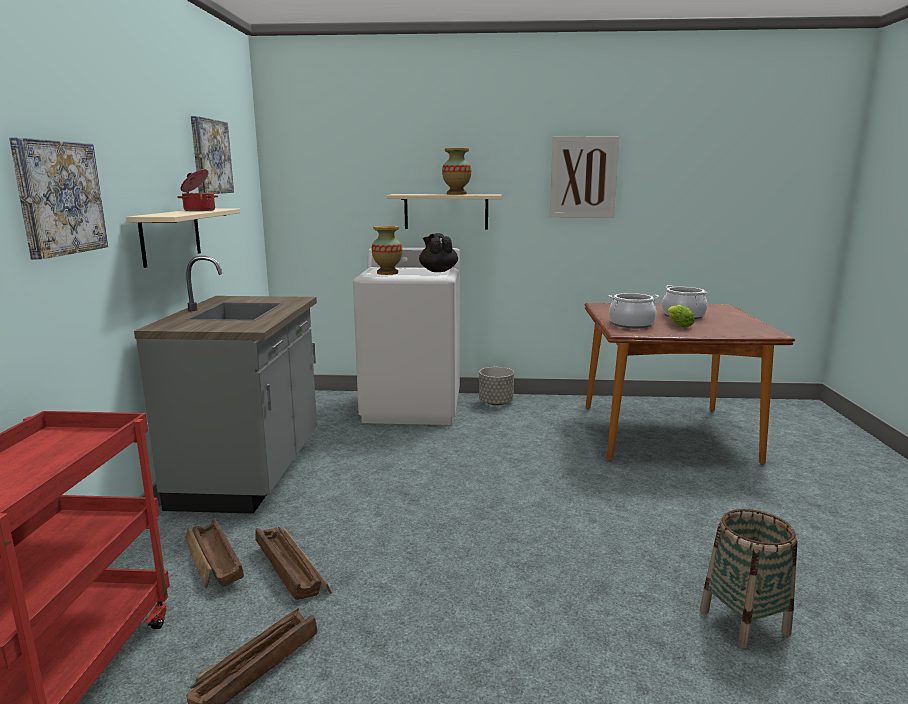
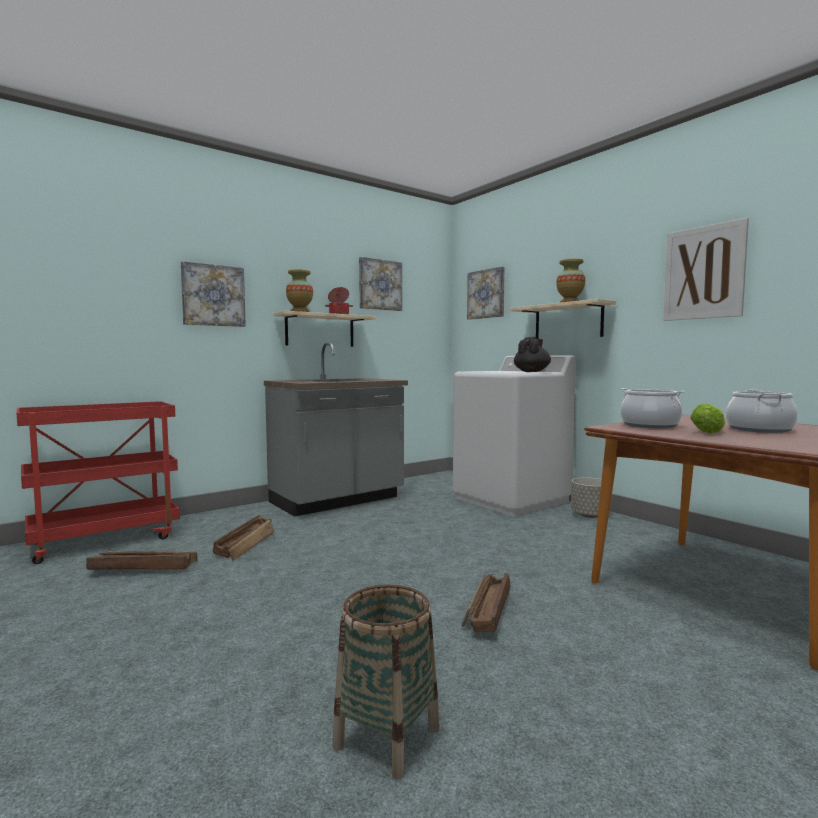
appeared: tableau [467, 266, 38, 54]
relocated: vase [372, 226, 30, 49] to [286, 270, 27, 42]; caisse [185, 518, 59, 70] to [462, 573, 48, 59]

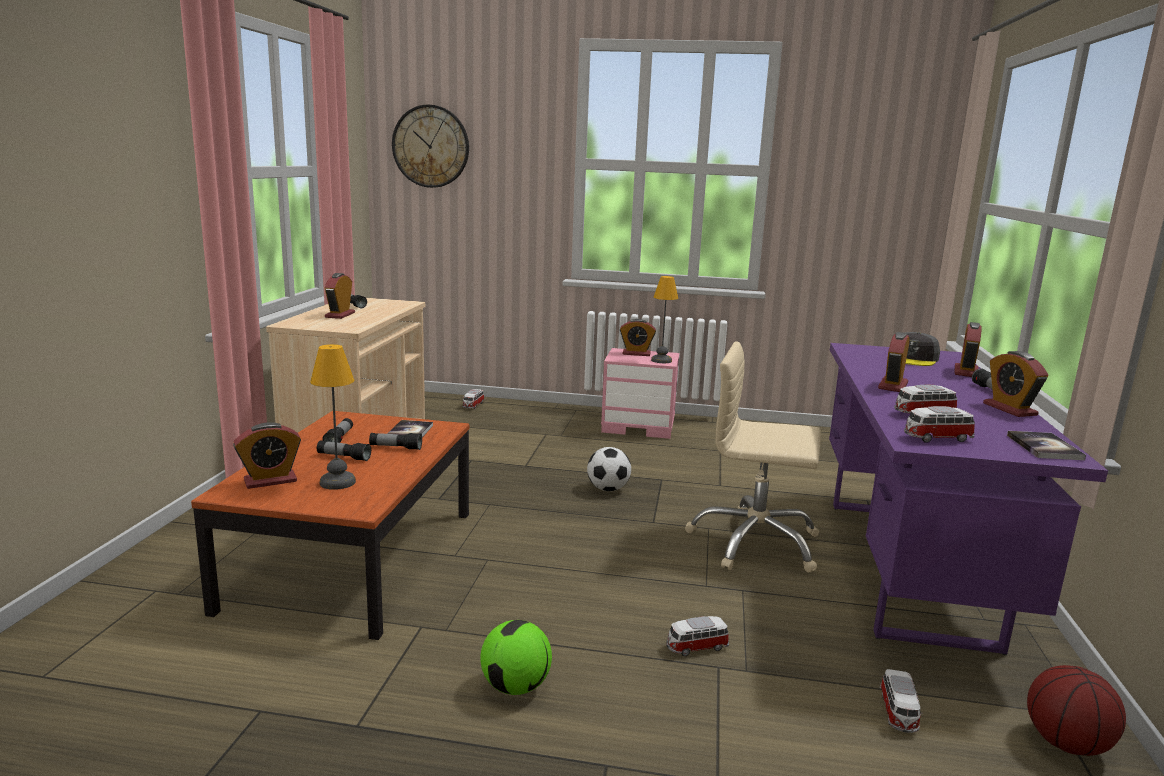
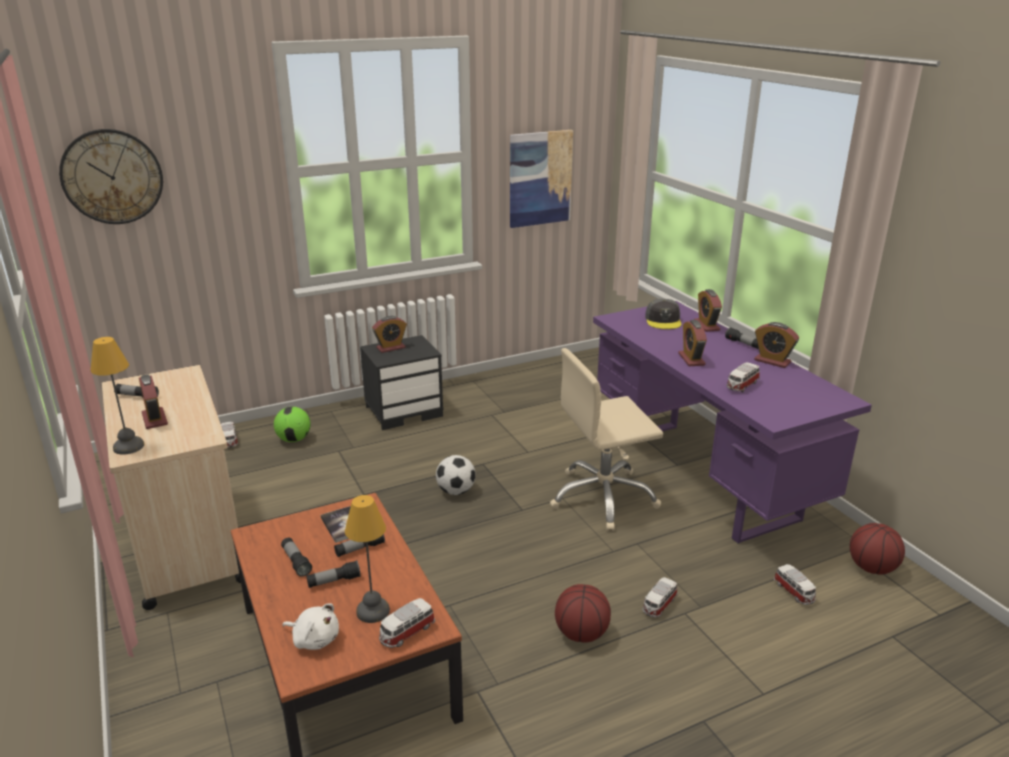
missing: livre [1007, 431, 79, 29]
appeared: tableau [510, 130, 63, 98]; ballon de basket [555, 584, 56, 59]
relocated: lampe de table [651, 276, 27, 87] to [91, 337, 53, 118]; ballon de foot [480, 620, 72, 75] to [274, 407, 37, 35]; petite voiture [904, 406, 71, 37] to [379, 598, 56, 50]
exchanged: réveil [233, 422, 68, 67] to peluche/blanc [283, 603, 56, 47]
colour: table de chevet/rose [601, 348, 79, 91] to table de chevet/noir [360, 335, 83, 95]

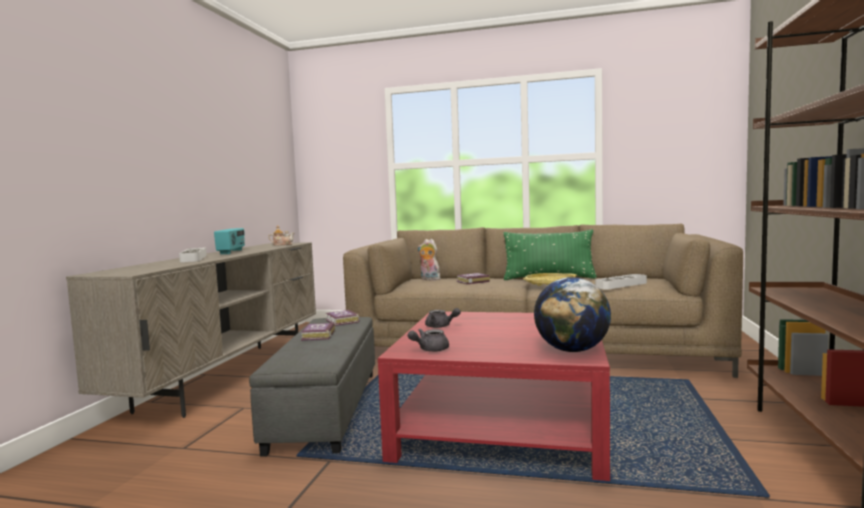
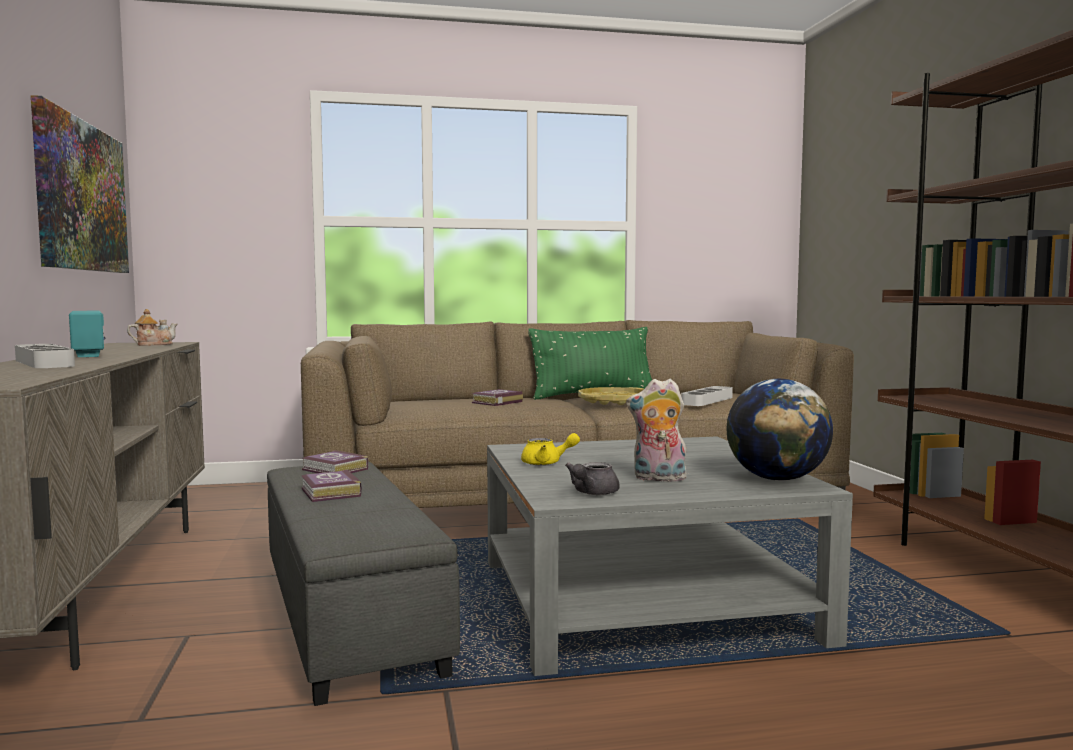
appeared: tableau [31, 95, 98, 178]
relocated: peluche [418, 239, 23, 41] to [626, 378, 61, 104]
colour: table basse/rouge [378, 312, 232, 169] to table basse/gris [487, 436, 366, 240]; théière/gris [425, 308, 36, 20] to théière/jaune [521, 433, 59, 32]

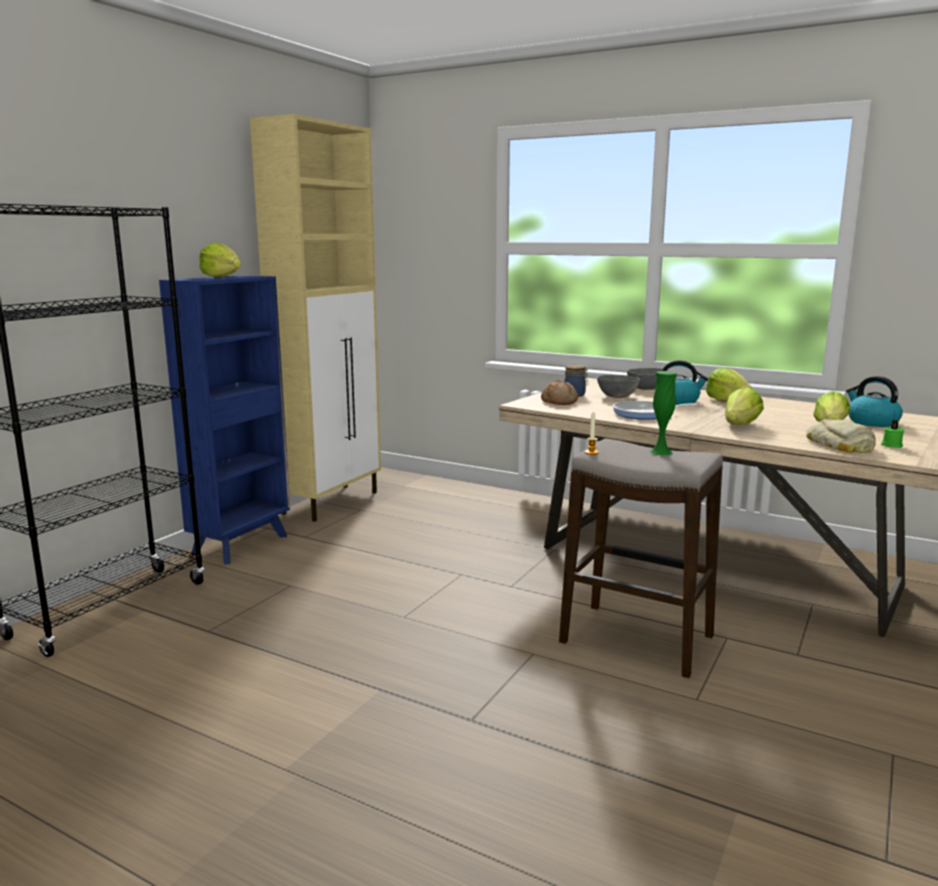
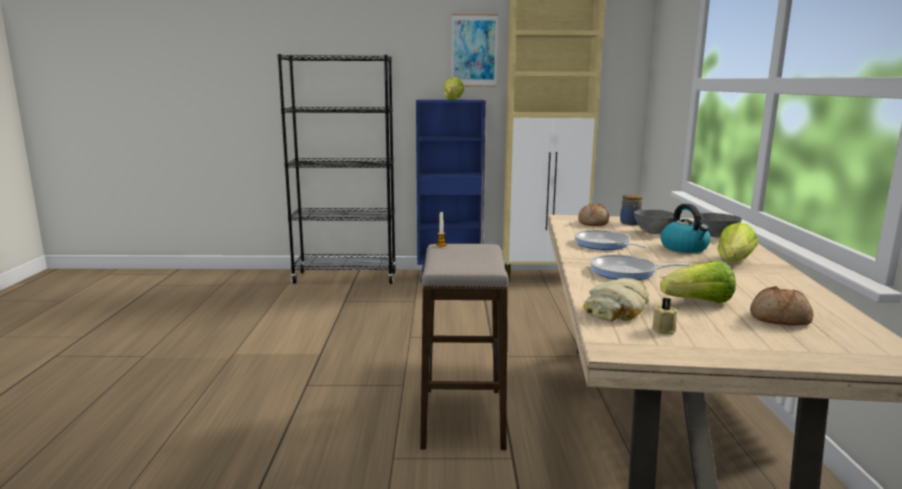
missing: vase/vert [649, 371, 28, 84]
appeared: tableau [451, 14, 47, 73]
exchanged: laitue [725, 387, 39, 38] to poêle [590, 255, 101, 25]; bouilloire [846, 376, 57, 51] to pain [750, 286, 64, 40]
colour: bougie/vert [881, 420, 23, 28] to bougie/beige [653, 298, 24, 37]

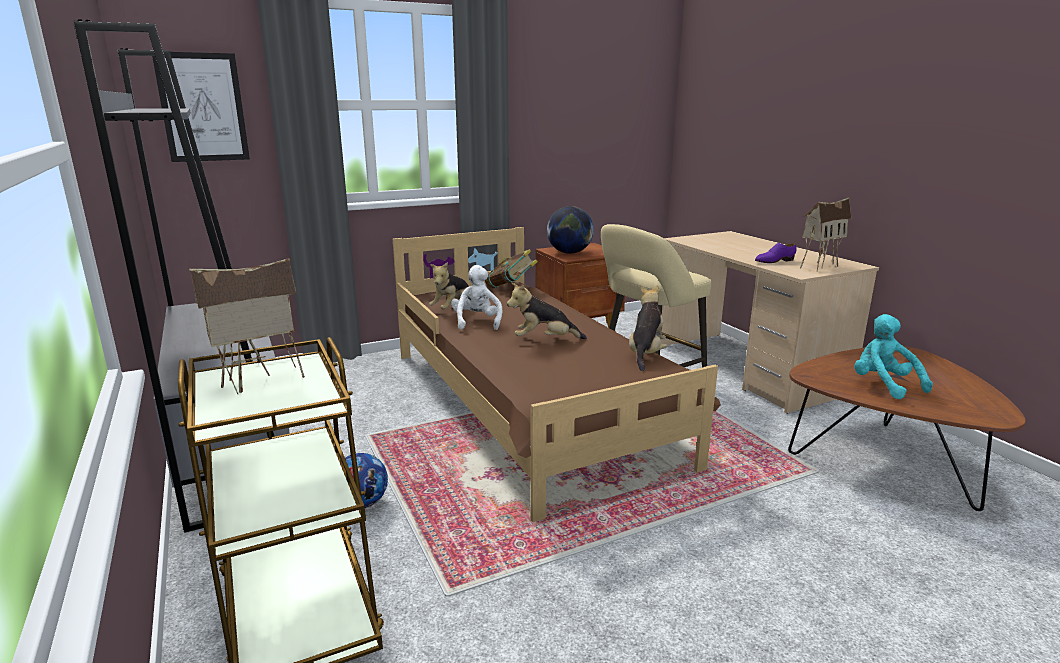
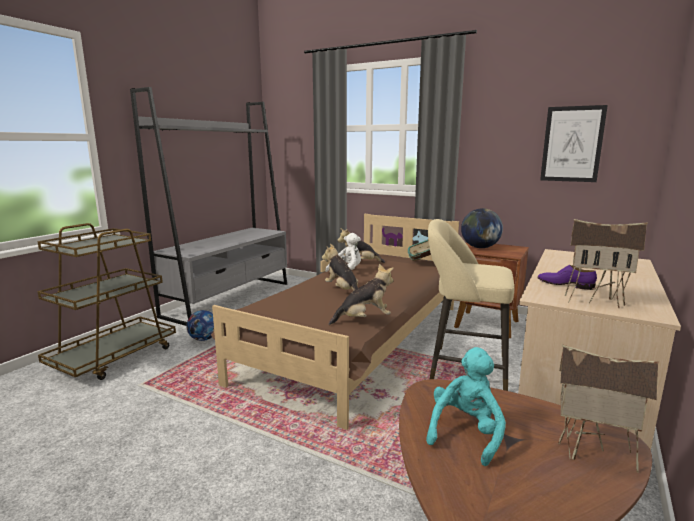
relocated: tableau [152, 52, 98, 110] to [540, 105, 68, 77]; maison miniature [189, 258, 116, 136] to [558, 345, 101, 127]

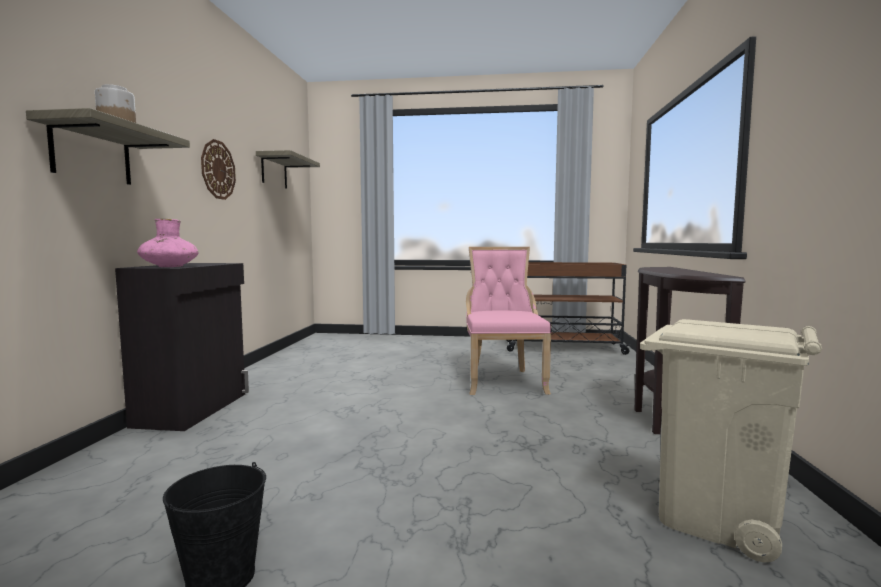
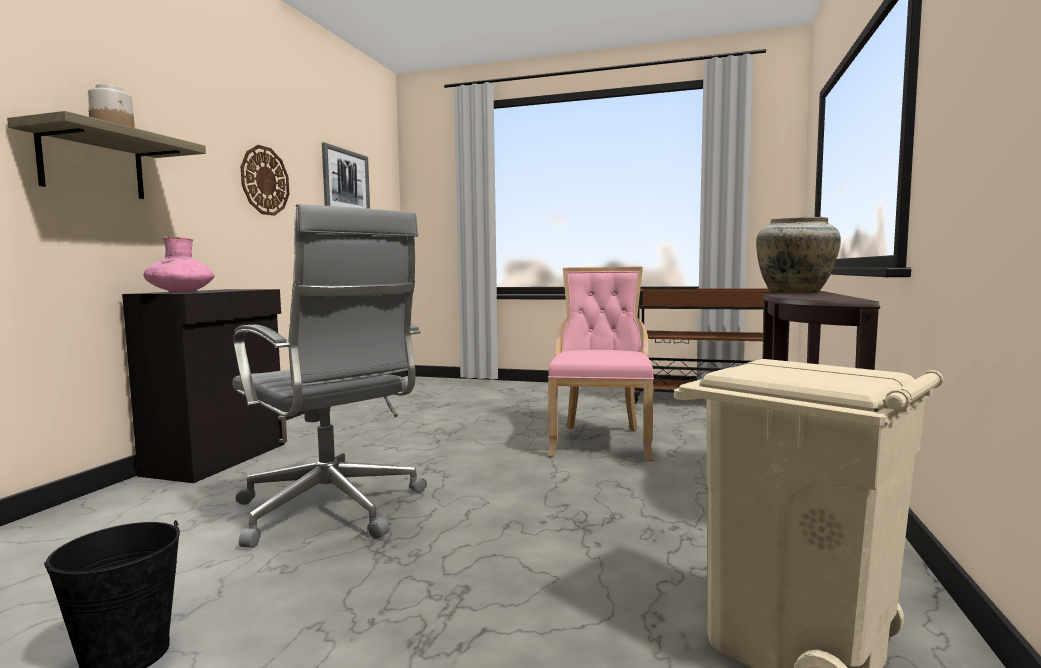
appeared: chaise de bureau/gris [232, 204, 195, 344]; vase/beige [756, 217, 85, 76]
exchanged: étagère [256, 150, 64, 39] to tableau [322, 142, 48, 67]

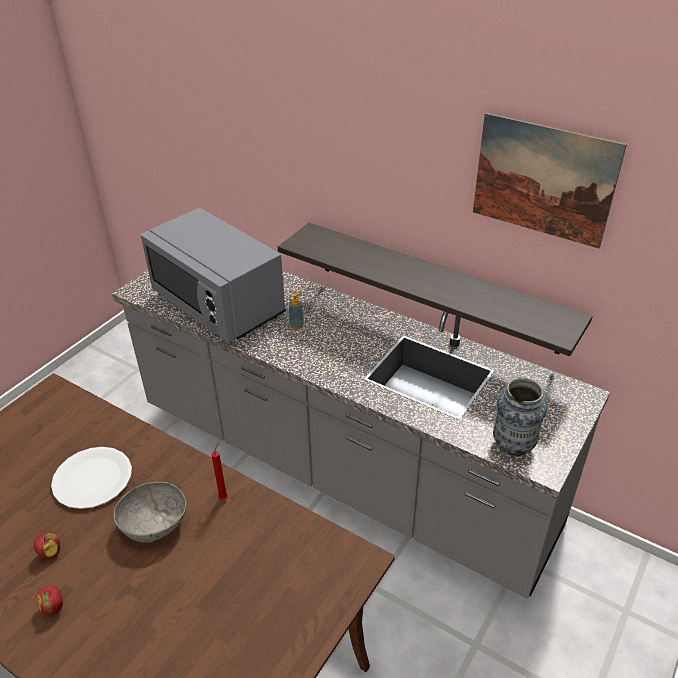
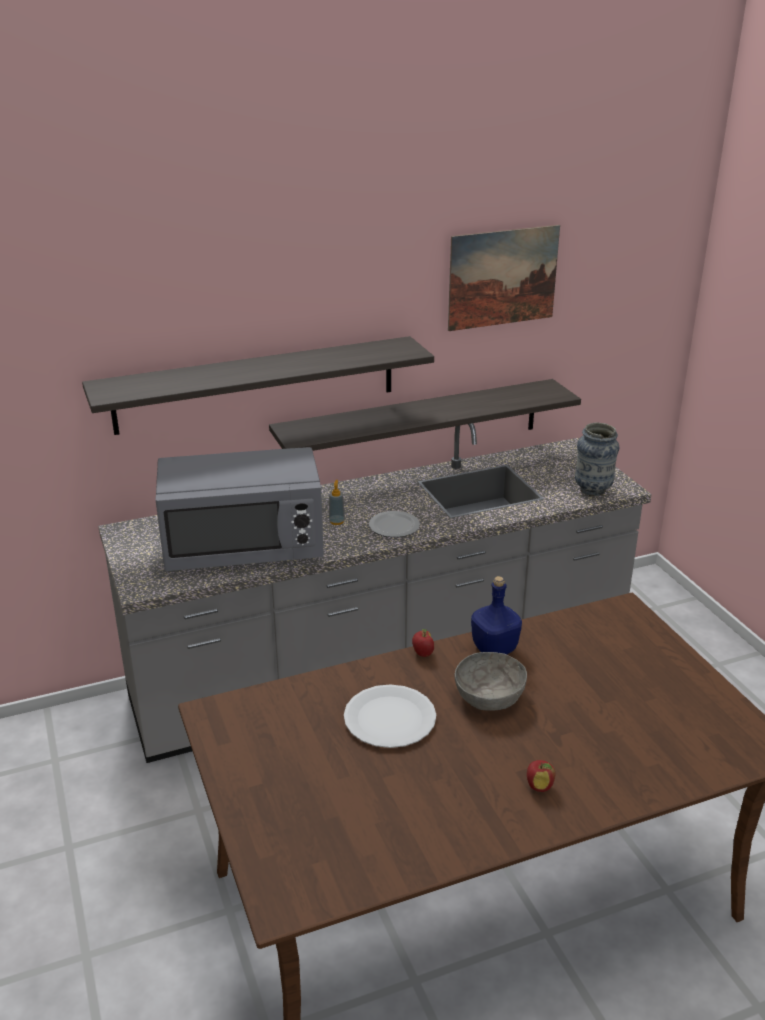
appeared: étagère [82, 336, 352, 99]; assiette [369, 511, 51, 26]
relocated: pomme [34, 532, 26, 27] to [412, 629, 22, 28]
exchanged: bougie/rouge [211, 443, 17, 57] to bouteille/bleu [471, 576, 51, 78]

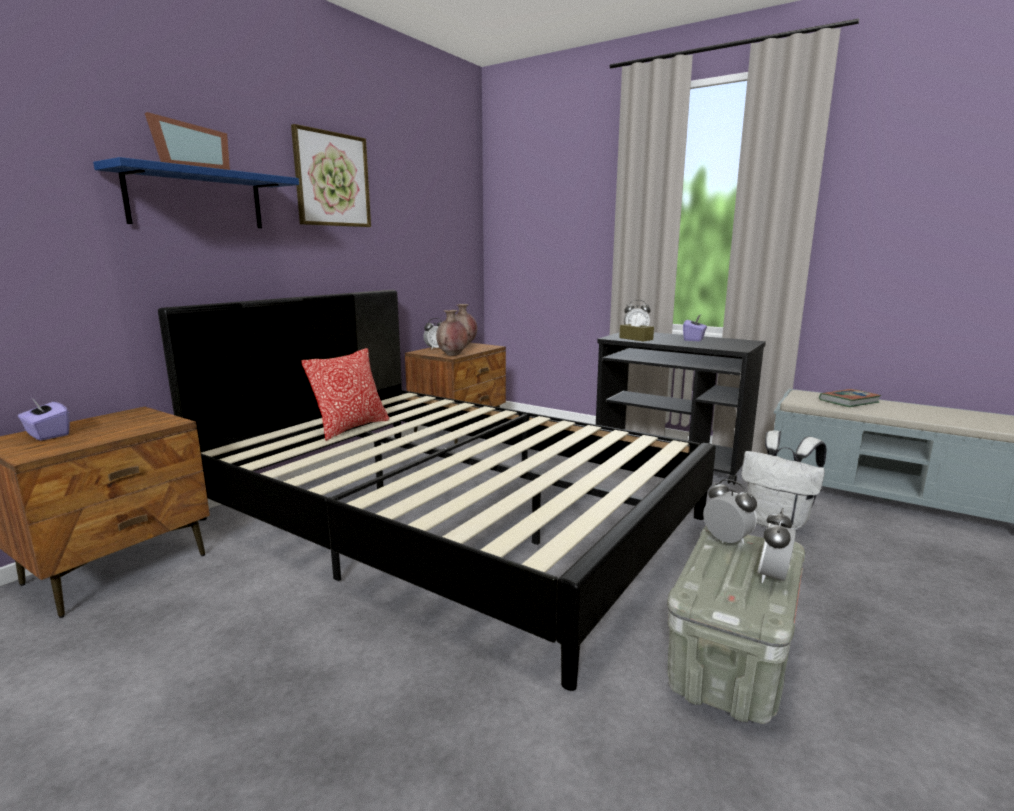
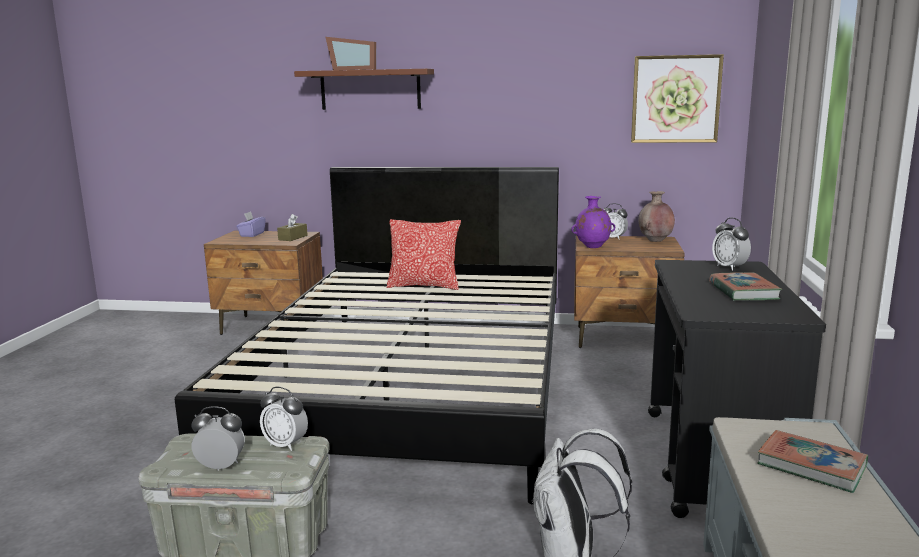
relocated: boîte à mouchoirs/marron [619, 313, 35, 29] to [277, 214, 31, 27]; tableau [291, 124, 80, 103] to [631, 54, 93, 89]
exchanged: boîte à mouchoirs/violet [683, 315, 24, 26] to livre [709, 272, 73, 29]
colour: étagère/bleu [93, 157, 206, 71] to étagère/marron [294, 69, 140, 41]; vase/marron [436, 310, 32, 46] to vase/violet [571, 196, 44, 52]
spun: réveil [703, 479, 54, 65] = [260, 387, 48, 64] 90 degrees clockwise

